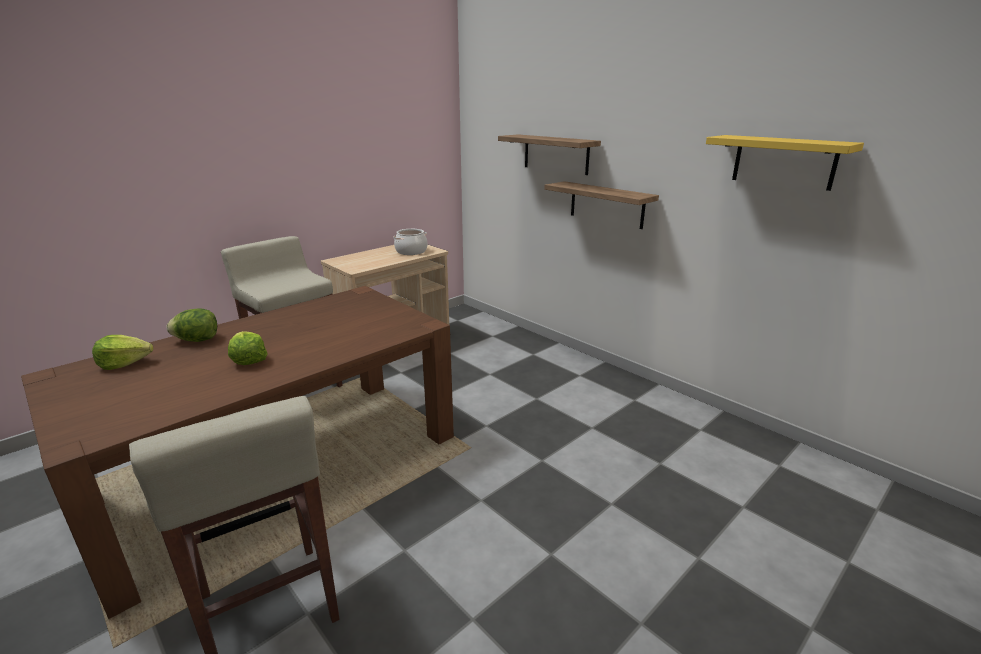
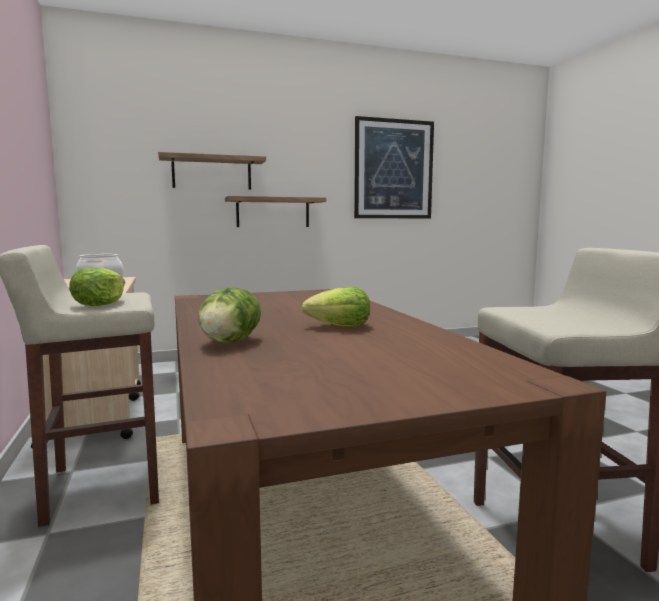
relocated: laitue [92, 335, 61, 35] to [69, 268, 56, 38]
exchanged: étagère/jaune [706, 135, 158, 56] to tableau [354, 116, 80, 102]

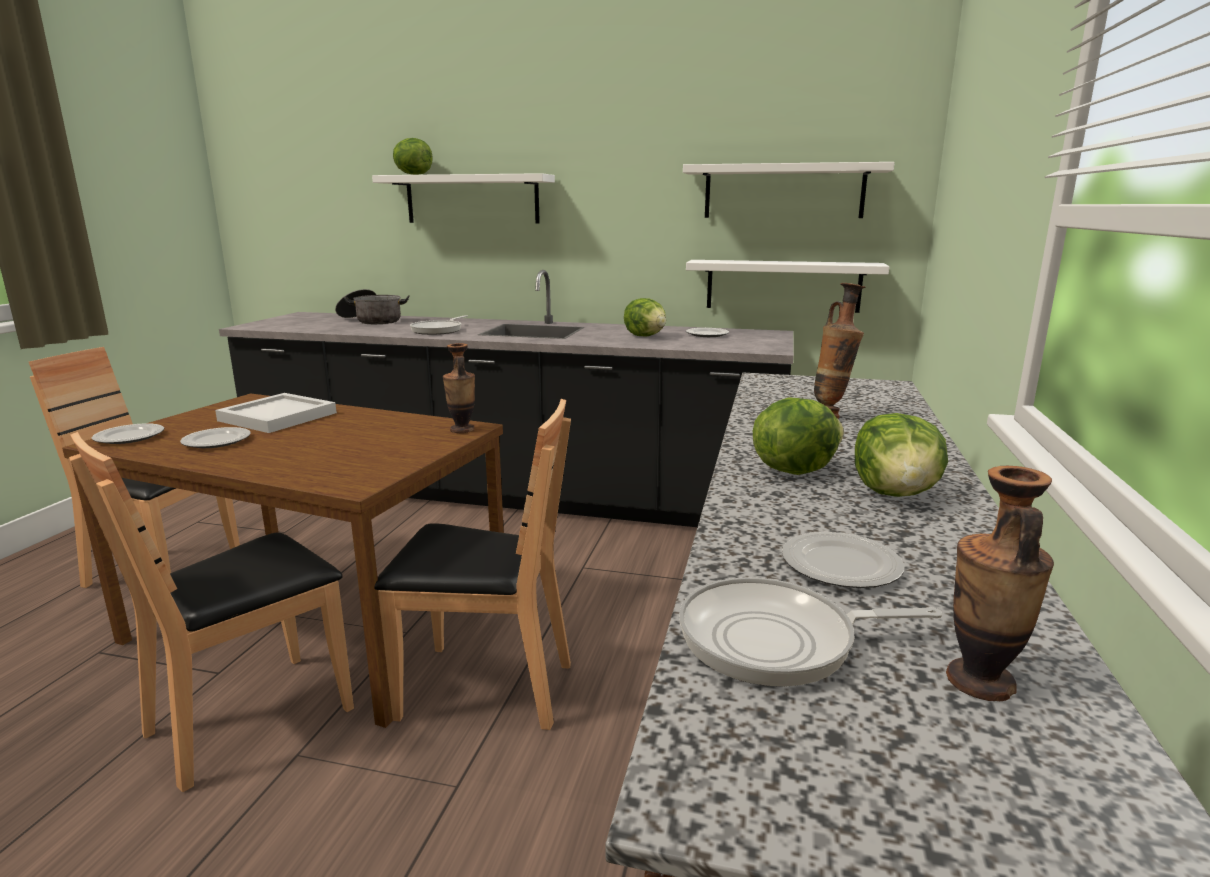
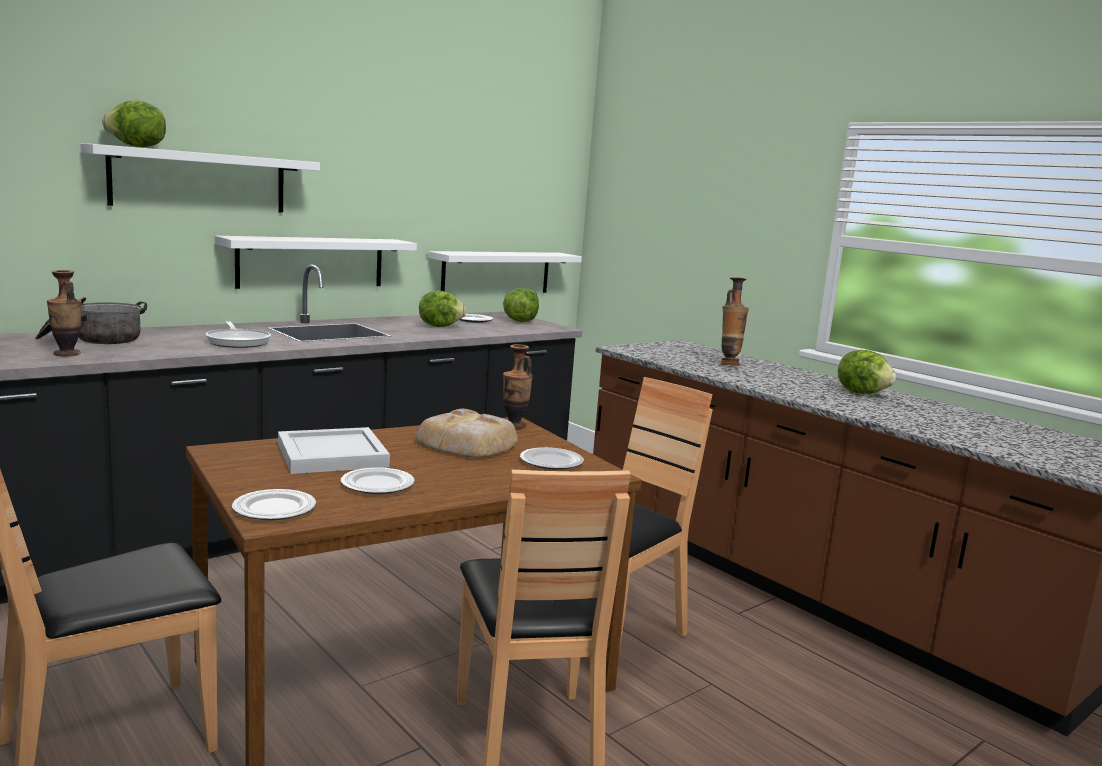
missing: poêle [679, 577, 263, 110]
appeared: pain [416, 409, 102, 49]
relocated: vase [946, 466, 108, 235] to [47, 270, 35, 86]; étagère/blanc [683, 162, 212, 56] to [215, 236, 202, 53]; laitue [753, 397, 91, 78] to [503, 288, 36, 34]; assiette [782, 532, 123, 56] to [520, 447, 64, 23]

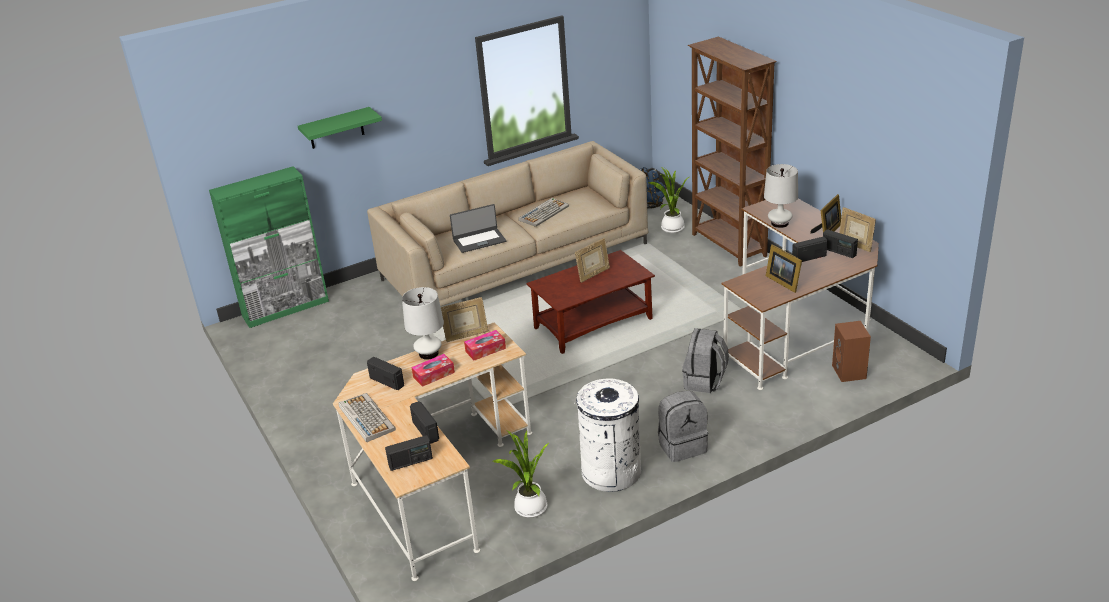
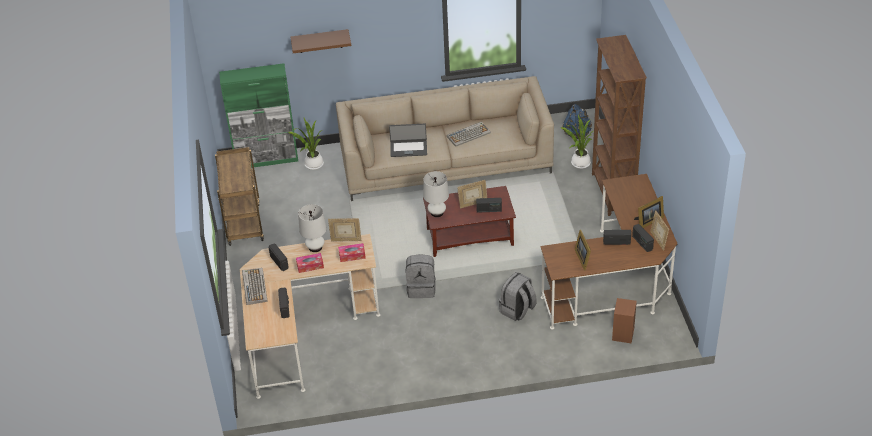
missing: poubelle/blanc [576, 378, 65, 114]
appeared: chariot/marron [215, 147, 49, 99]
relocated: plante en pot [493, 430, 56, 88] to [288, 118, 36, 52]; sac à dos/gris [658, 391, 50, 71] to [406, 254, 30, 44]; lampe de table/blanc [764, 164, 34, 64] to [423, 171, 26, 46]; radio [385, 435, 48, 36] to [476, 198, 26, 15]
colour: étagère/vert [298, 107, 84, 42] to étagère/marron [290, 29, 61, 24]

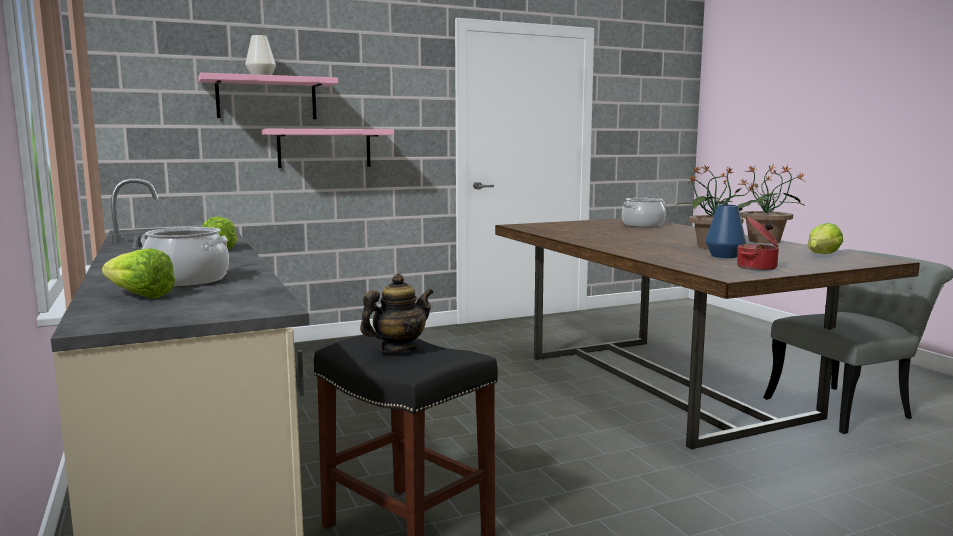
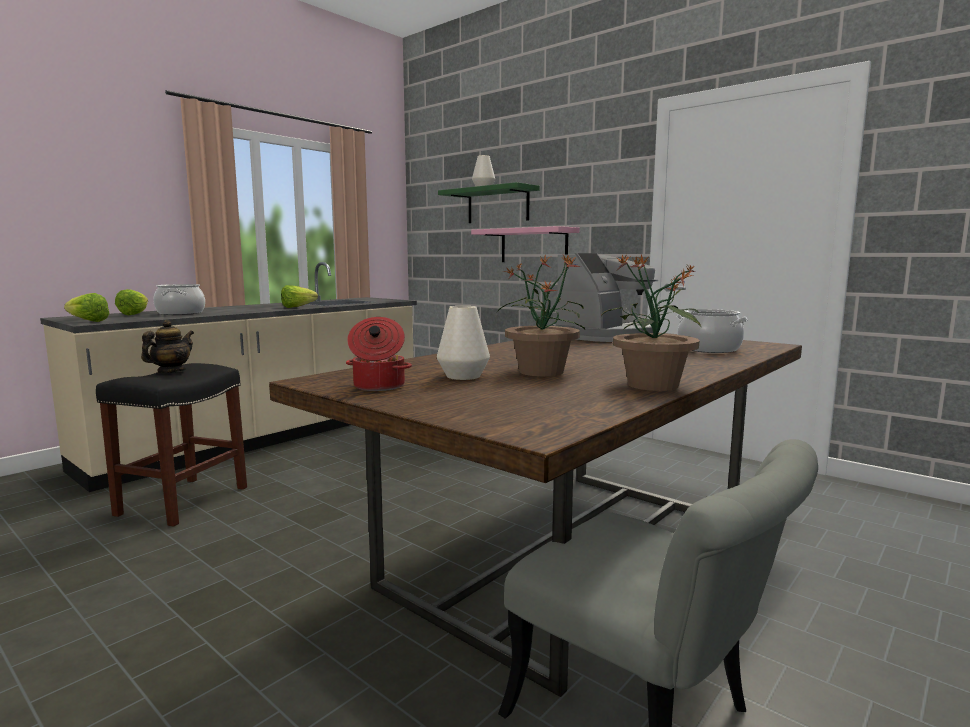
appeared: machine à café [552, 253, 106, 89]
relocated: laitue [808, 223, 35, 31] to [64, 293, 45, 29]
colour: vase/bleu [705, 204, 41, 54] to vase/blanc [437, 306, 53, 74]; étagère/rose [198, 73, 140, 46] to étagère/vert [438, 182, 102, 41]
spun: théière [360, 273, 73, 79] = [141, 320, 53, 53] 90 degrees counterclockwise

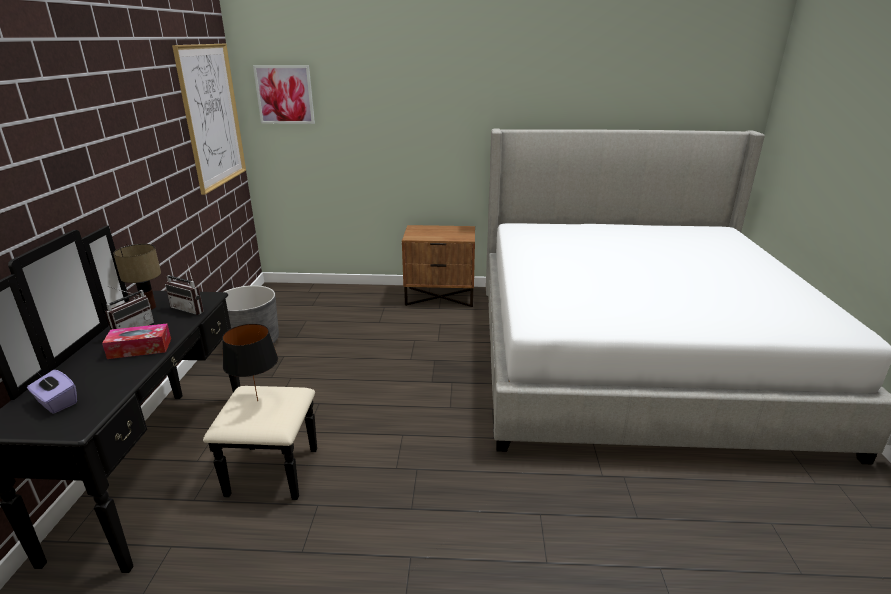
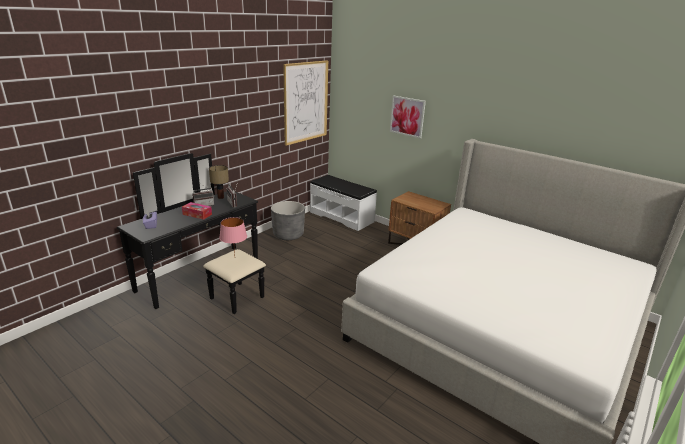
appeared: banc/blanc [310, 175, 67, 56]
relocated: tableau [253, 65, 62, 59] to [390, 95, 36, 43]
colour: lampe de table/noir [222, 324, 56, 77] to lampe de table/rose [219, 217, 28, 37]

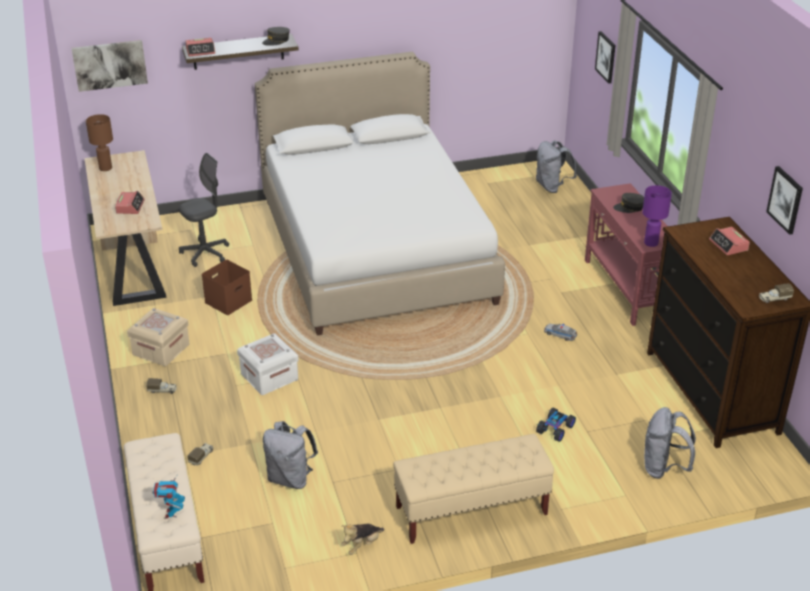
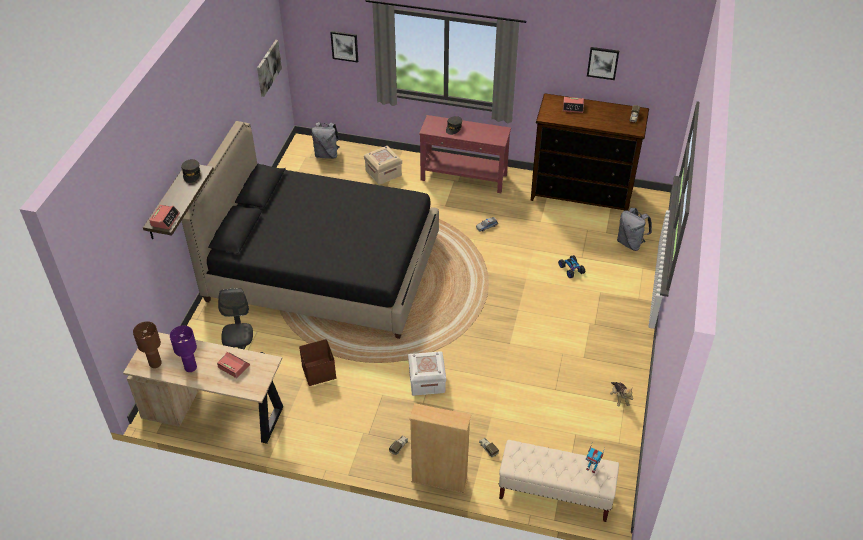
missing: sac à dos/gris [263, 421, 55, 68]; banc/beige [393, 434, 161, 110]
appeared: bibliothèque/beige [409, 403, 62, 91]
relocated: lampe de table/violet [642, 185, 30, 62] to [170, 326, 27, 46]; tableau [71, 40, 77, 52] to [257, 40, 25, 57]; boîte de rangement/beige [127, 308, 63, 58] to [364, 146, 38, 39]
colour: lit/blanc [255, 52, 250, 283] to lit/noir [182, 121, 257, 218]

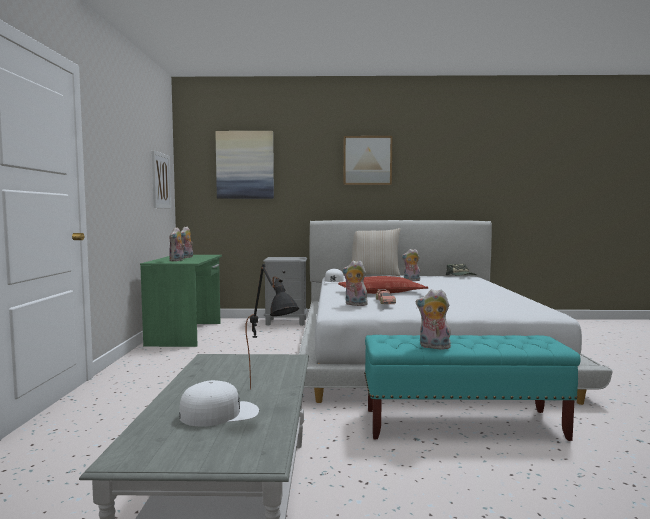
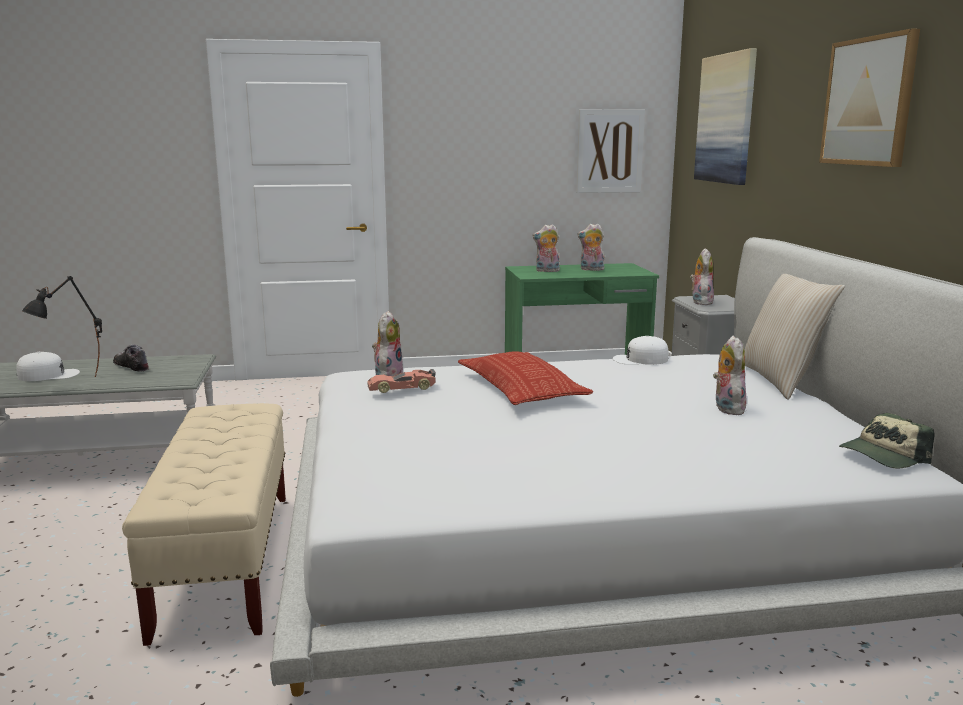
appeared: chaussure [113, 344, 36, 28]
relocated: peluche [416, 289, 36, 61] to [690, 248, 24, 57]
colour: banc/turquoise [364, 335, 217, 106] to banc/beige [122, 403, 164, 243]
spun: casquette/blanc [179, 380, 80, 47] = [16, 352, 64, 29] 75 degrees counterclockwise

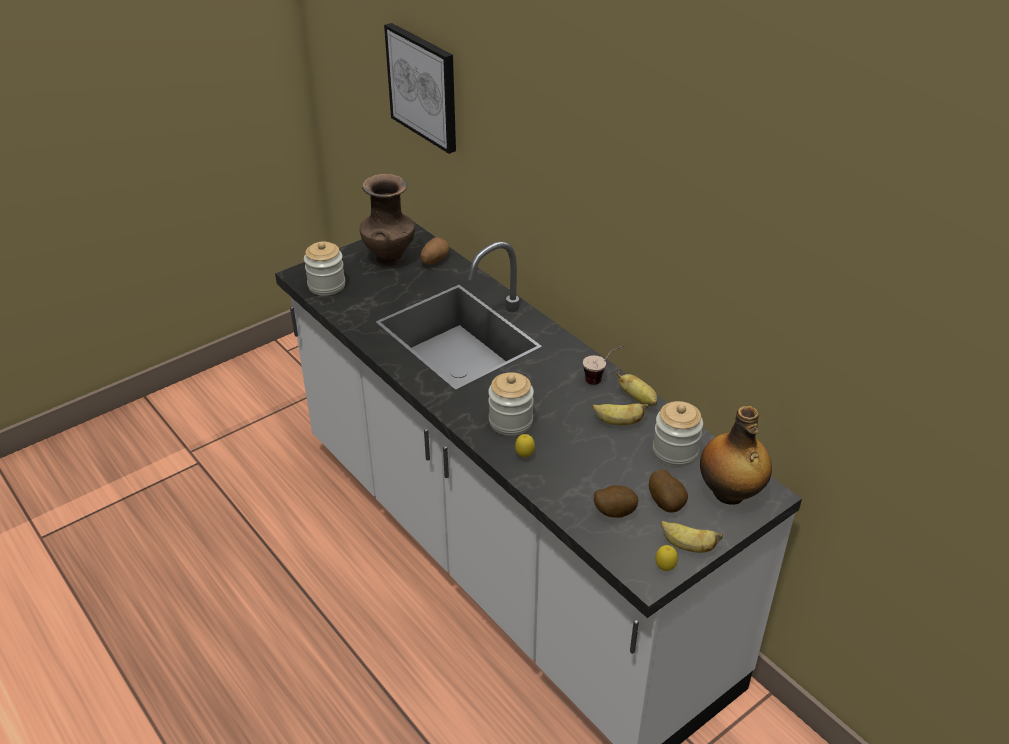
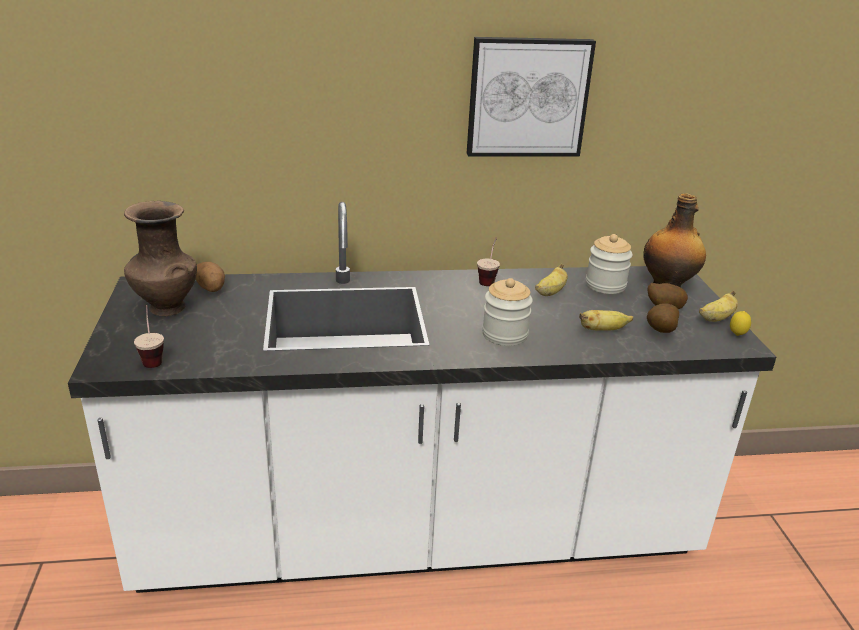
missing: citron [515, 434, 20, 23]
relocated: tableau [384, 23, 72, 131] to [467, 37, 129, 120]; banane [617, 371, 40, 35] to [579, 310, 54, 21]
exchanged: bocal [304, 242, 41, 54] to tasse [134, 305, 30, 63]

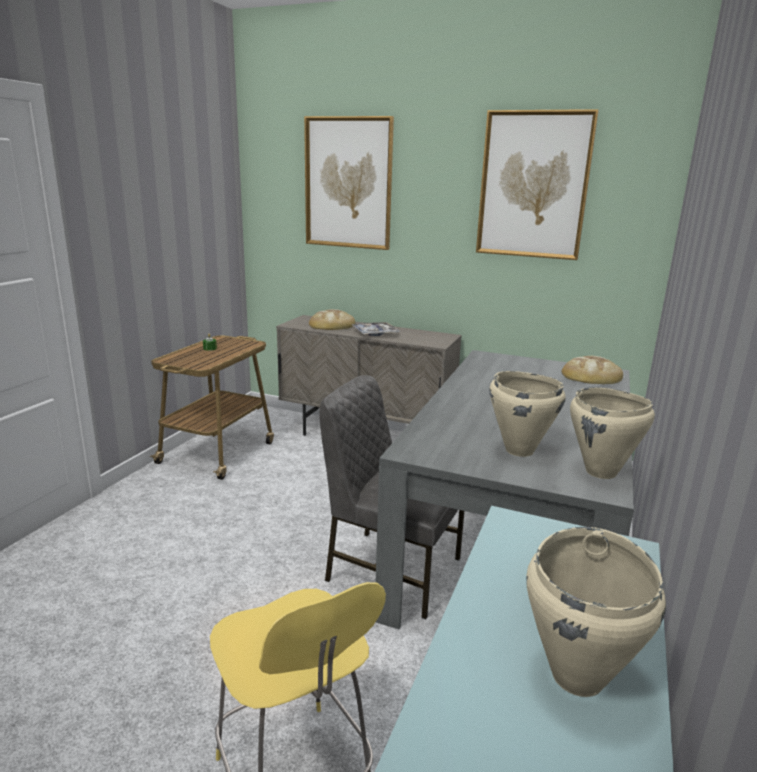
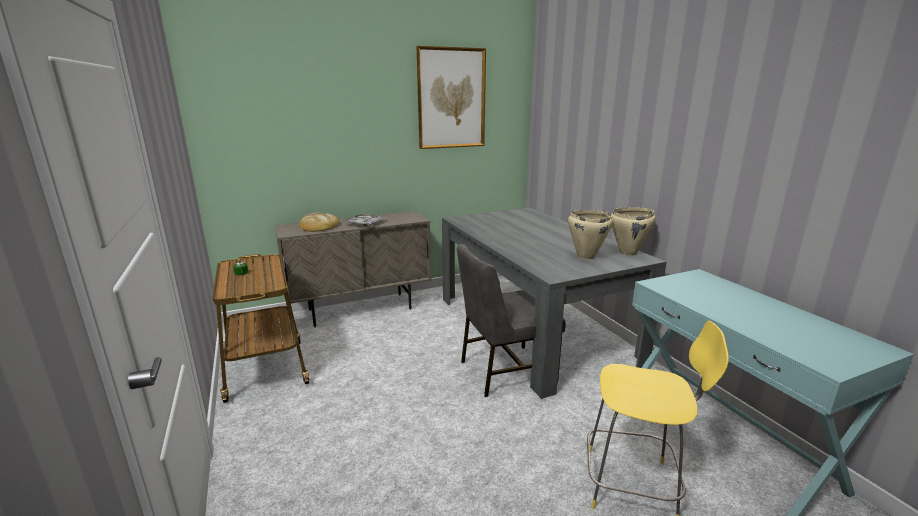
missing: tableau [304, 116, 90, 134]; marmite/beige [526, 527, 140, 170]; pain [562, 356, 61, 28]

